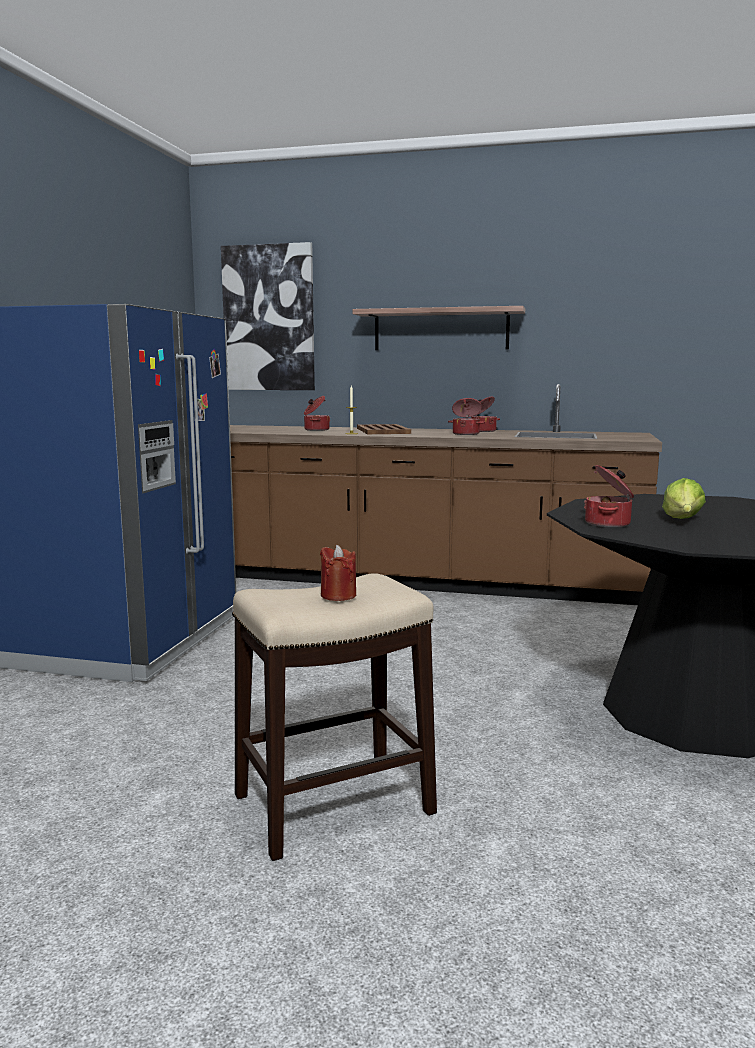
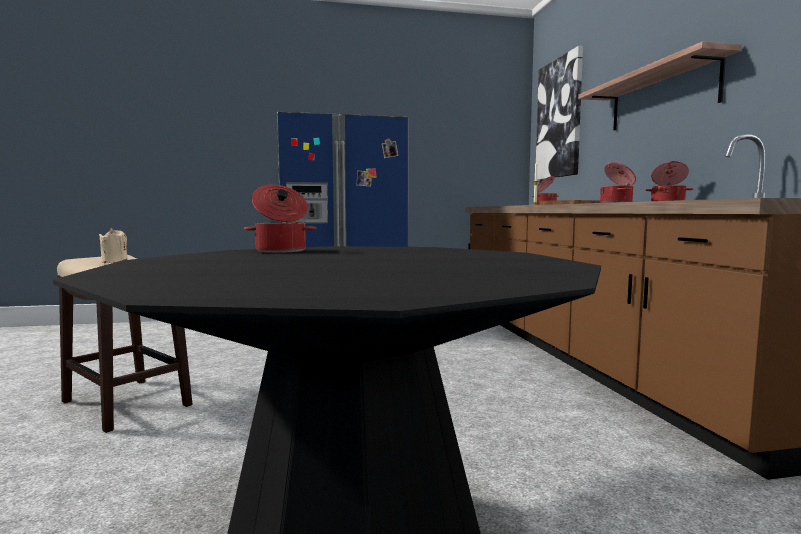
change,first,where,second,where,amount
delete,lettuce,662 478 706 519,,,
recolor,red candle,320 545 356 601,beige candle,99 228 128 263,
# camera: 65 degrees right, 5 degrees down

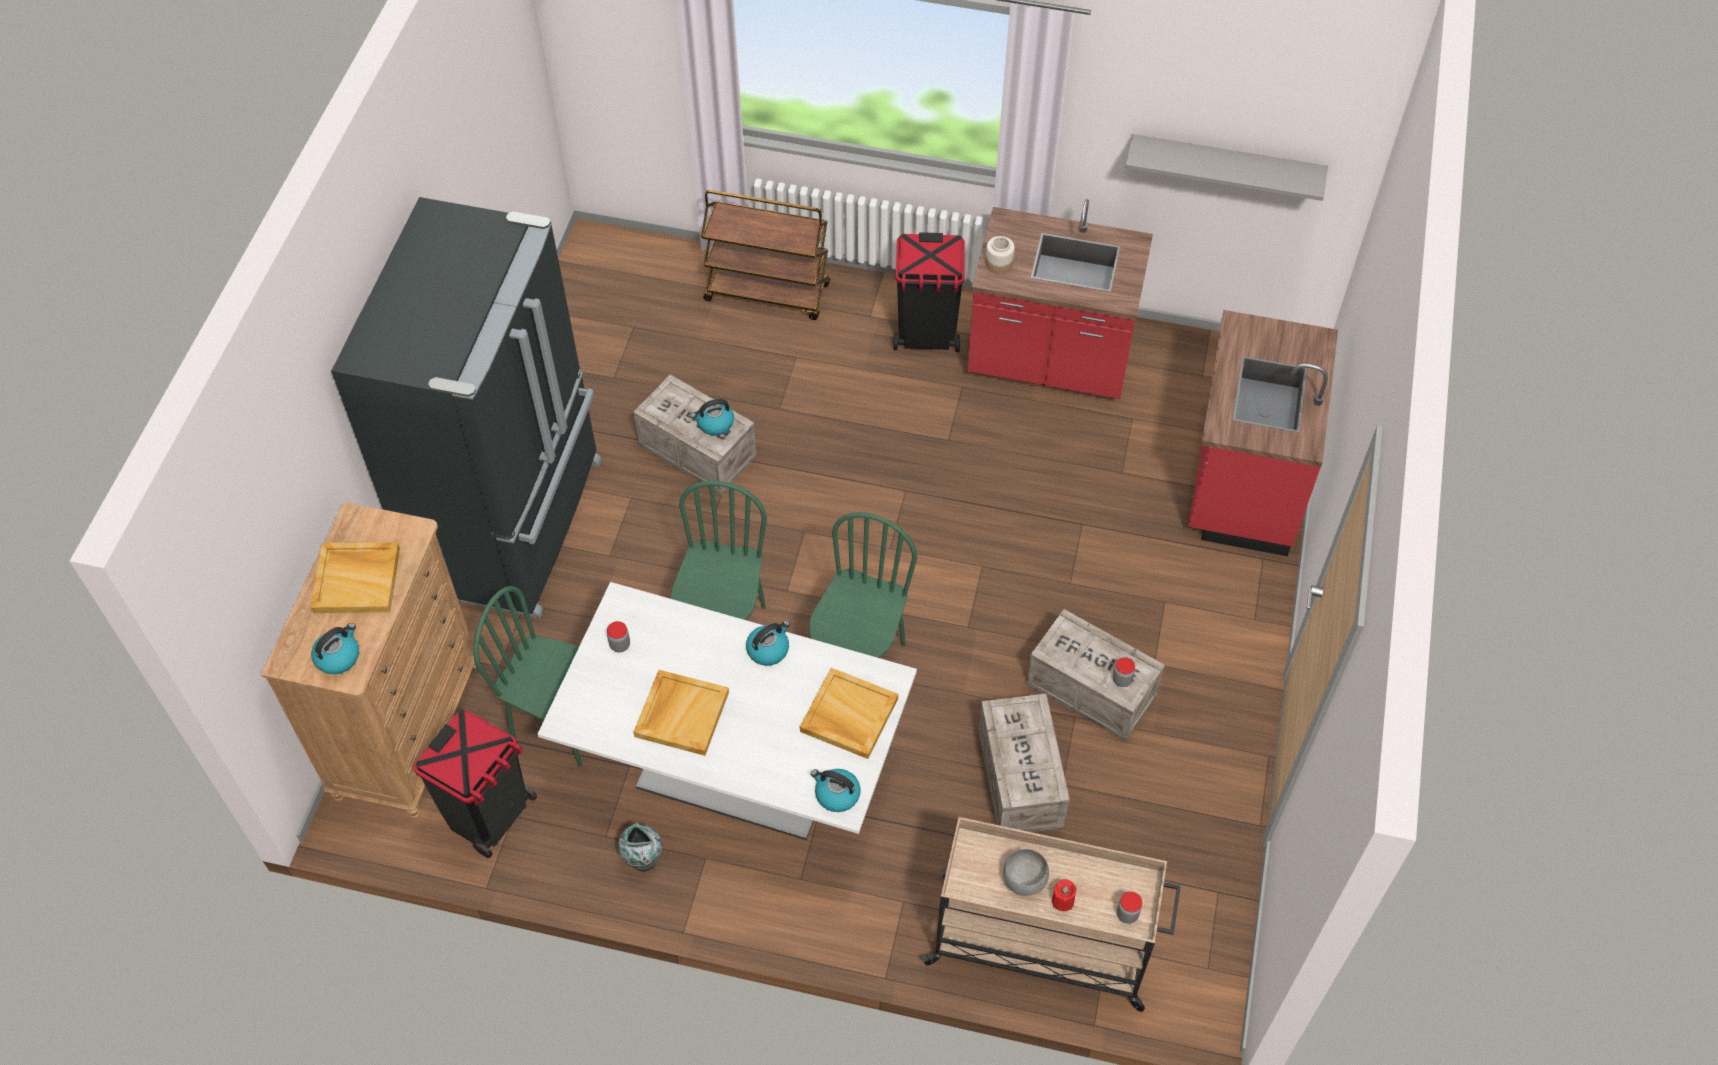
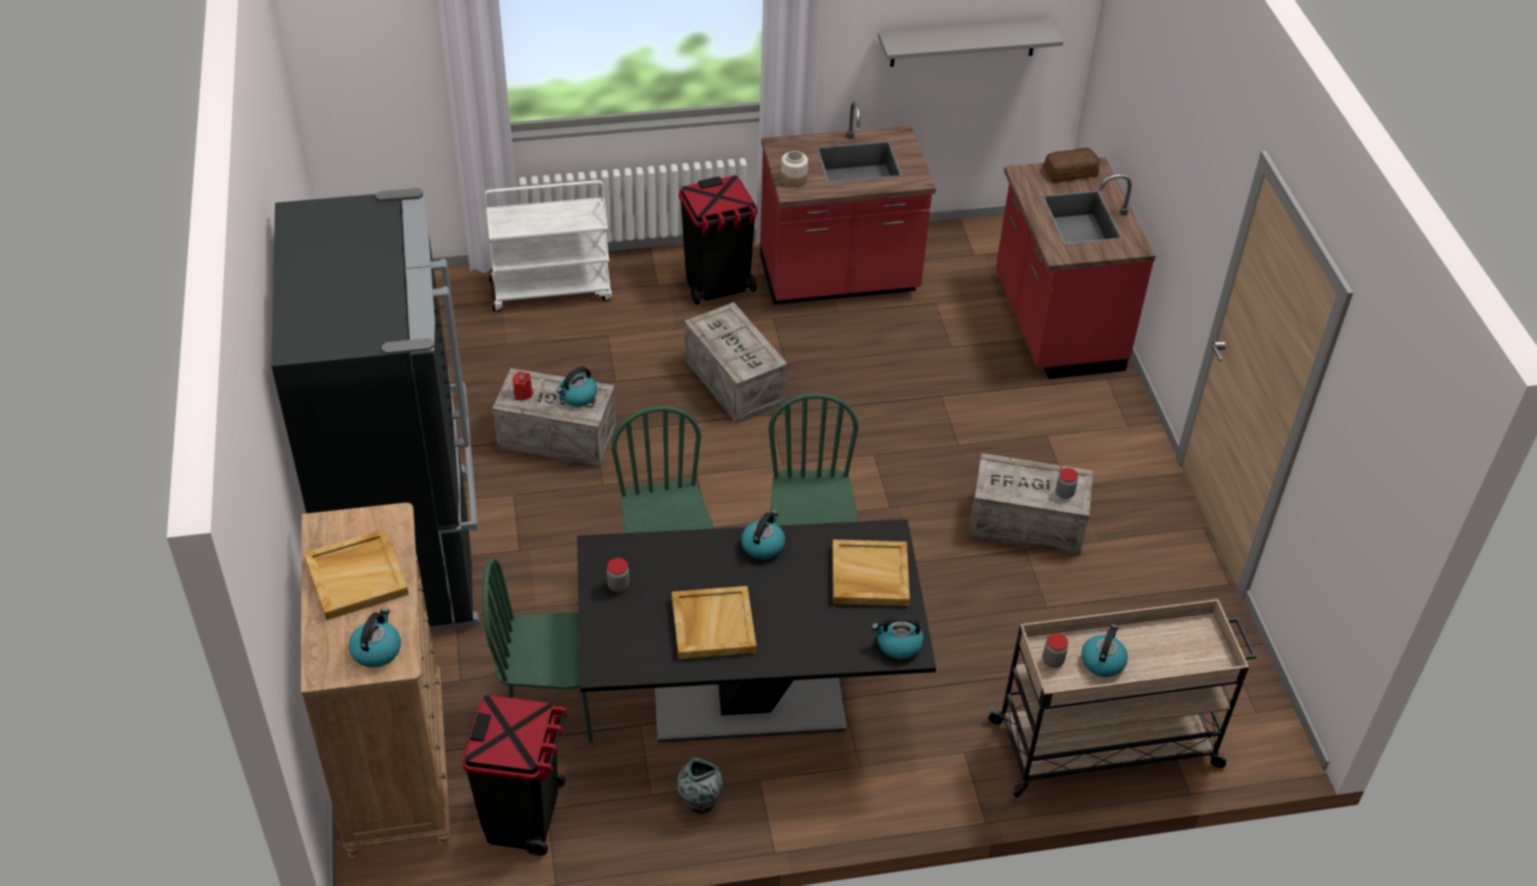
change,first,where,second,where,amount
recolor,brown cart,701 190 830 320,white cart,485 180 612 312,
recolor,white dining table,537 582 917 840,black dining table,577 519 936 743,
move,crate,978 693 1070 832,,684 302 788 424,
replace,grey bowl,1003 849 1049 896,kettle,1081 624 1128 677,
move,red candle,1052 879 1077 911,,513 372 533 400,
move,jar,1117 892 1142 924,,1043 633 1068 668,
insert,,,bread,1043 148 1099 183,
# camera: 25 degrees left, 10 degrees down

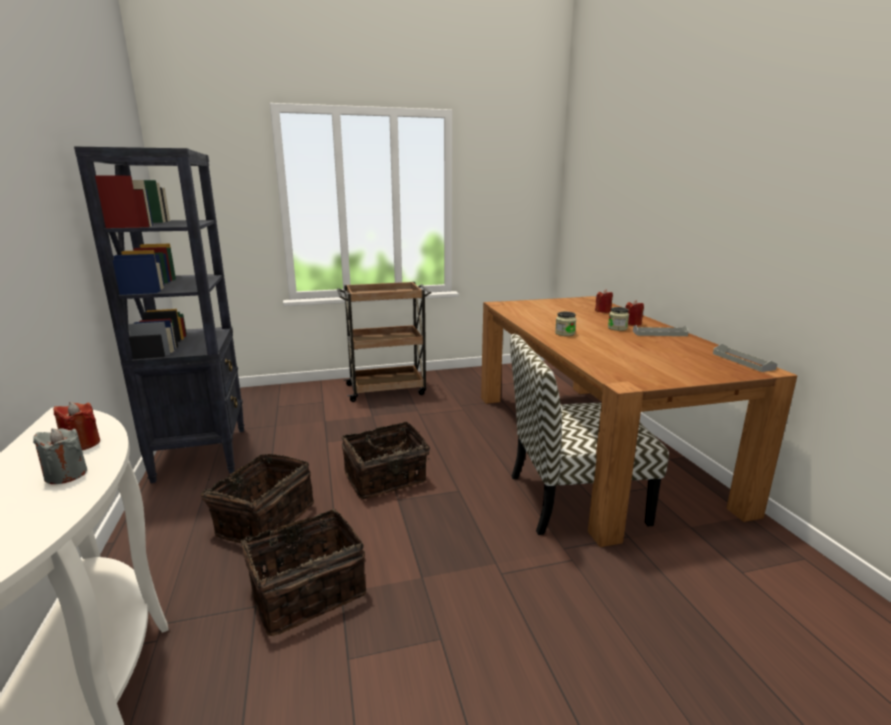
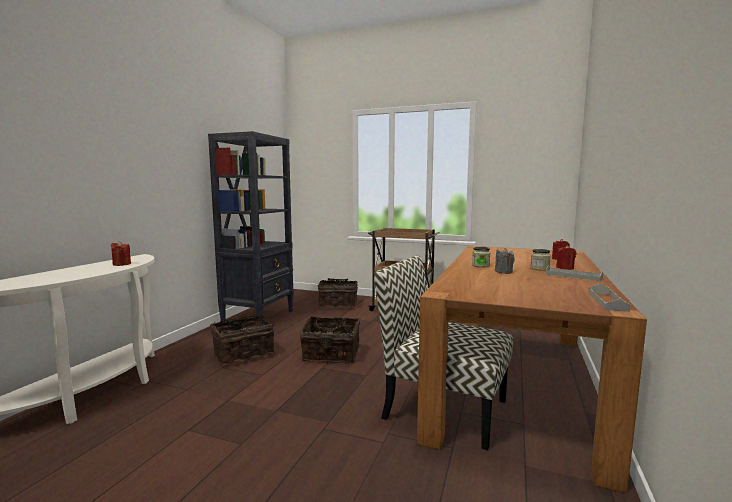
change,first,where,second,where,amount
move,grey candle,33 428 87 484,,495 248 515 274,
move,basket,241 509 366 636,,318 278 358 308,
# camera: 35 degrees right, 10 degrees down

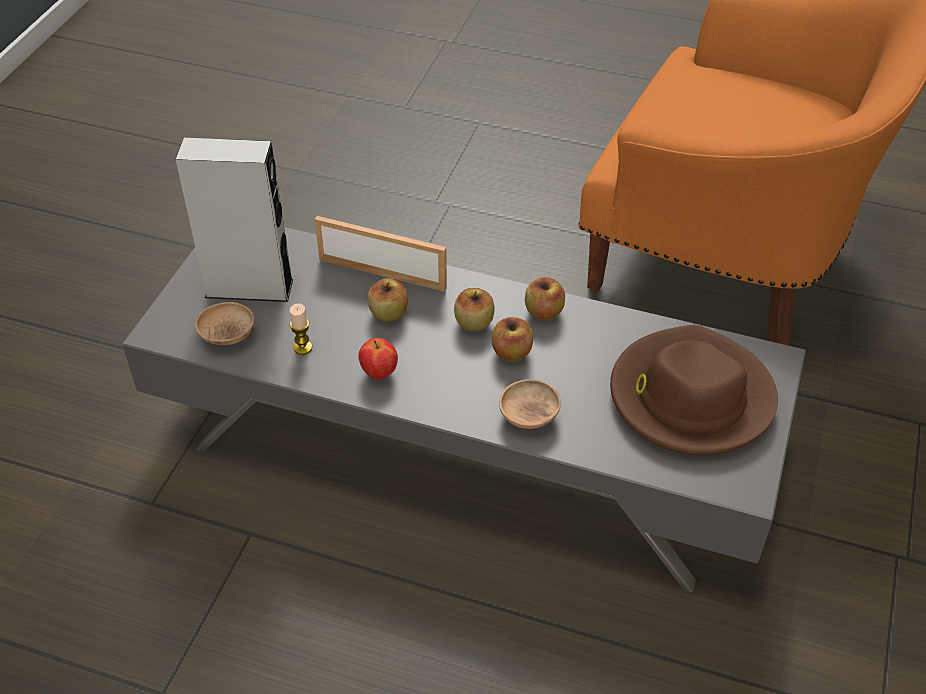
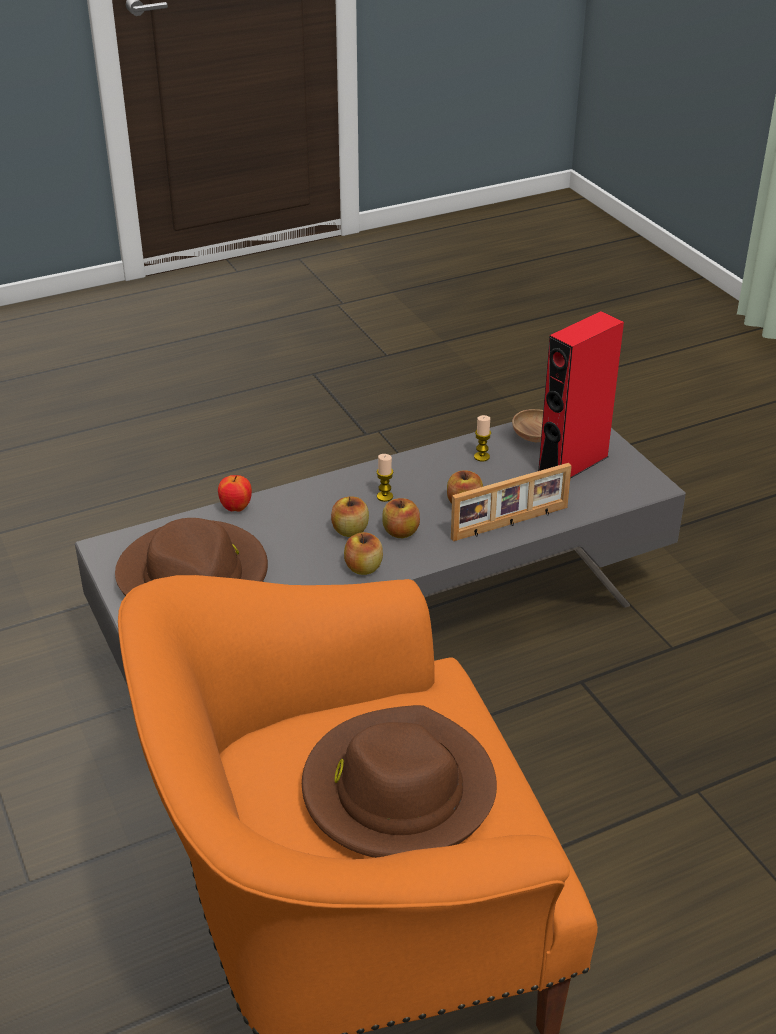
change,first,where,second,where,amount
recolor,grey speaker,176 138 293 302,red speaker,538 311 624 479,
move,apple,359 338 398 380,,218 475 252 512,
delete,brown bowl,499 379 561 429,,,
insert,,,candle,376 454 393 502,
insert,,,brown hat,302 705 497 858,
# camera: 135 degrees right, 10 degrees down

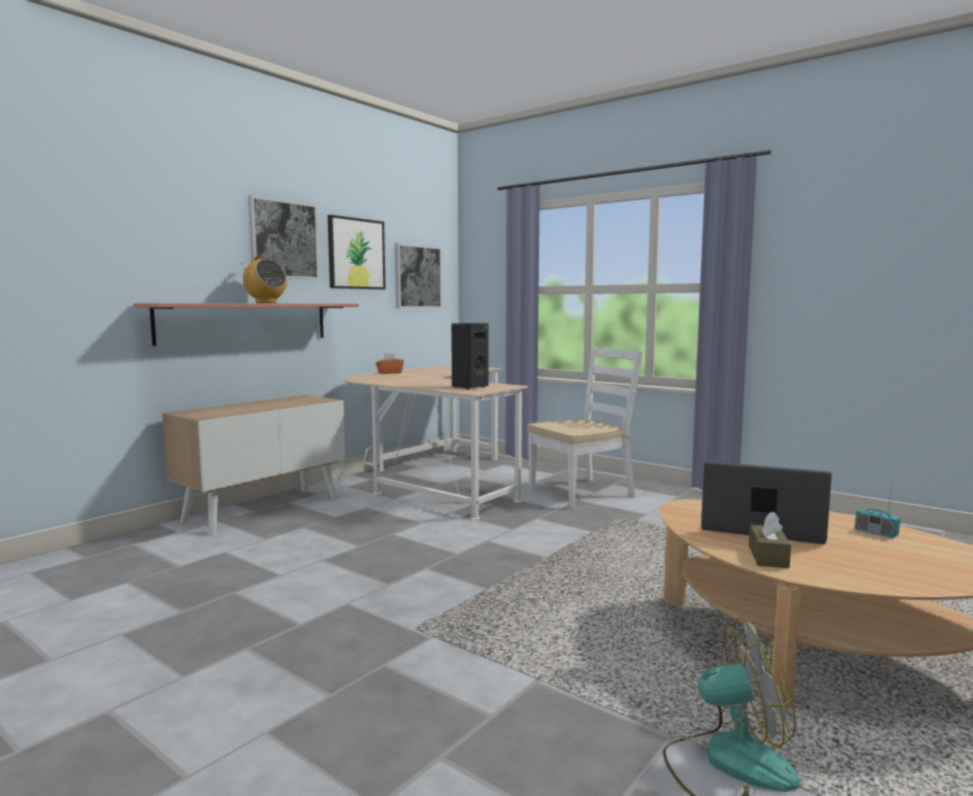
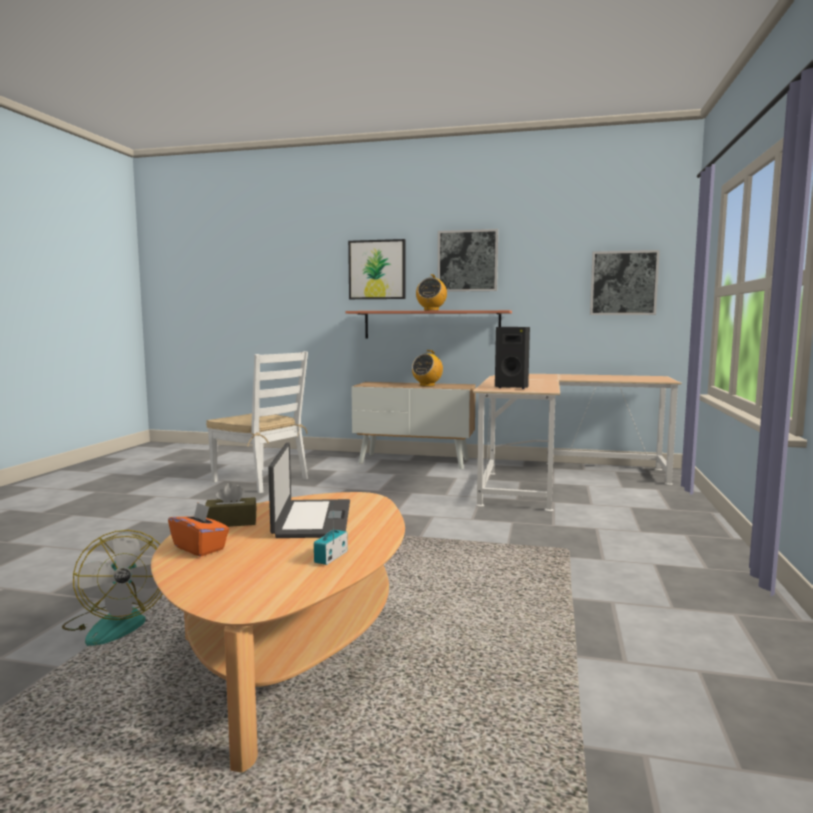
change,first,where,second,where,amount
move,picture,328 215 386 289,,348 239 405 299,
move,white chair,527 347 643 508,,206 351 308 493,
move,orange tissue box,376 353 404 374,,168 502 230 557,
insert,,,radio,412 350 443 387,
# camera: 65 degrees right, 0 degrees up

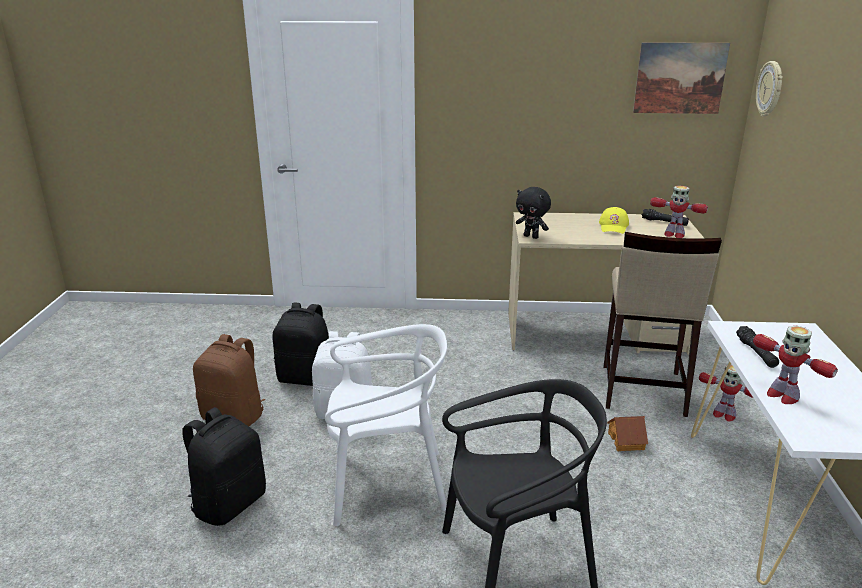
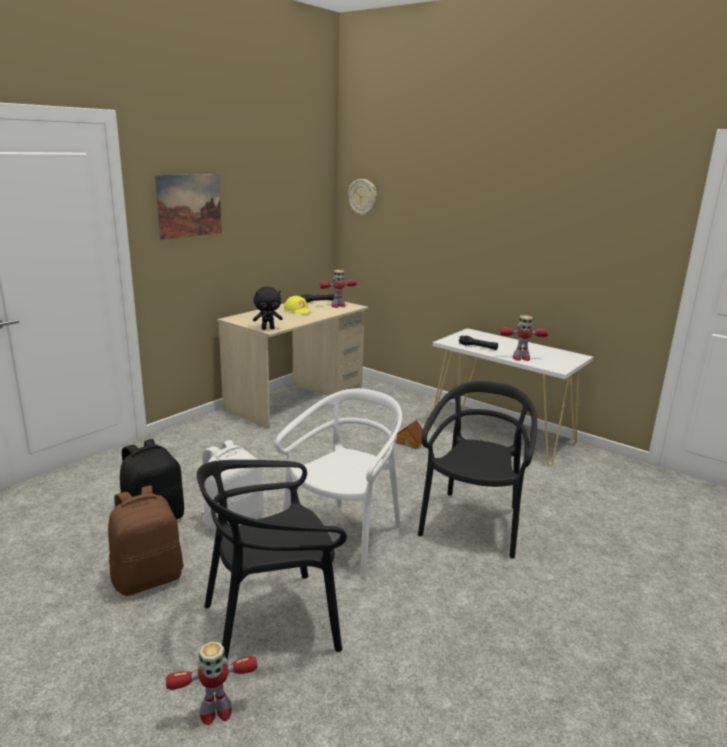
change,first,where,second,where,amount
move,picture,633 42 730 114,,155 174 222 240,
delete,beige stool,604 232 722 417,,,
move,toy robot,699 364 753 421,,166 641 257 725,
replace,black backpack,182 407 266 526,black chair,197 460 347 660,
# camera: 55 degrees left, 5 degrees down

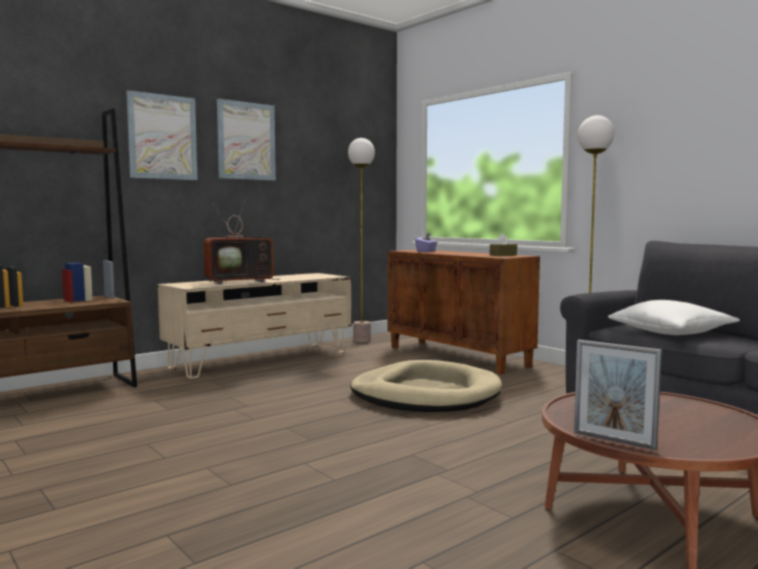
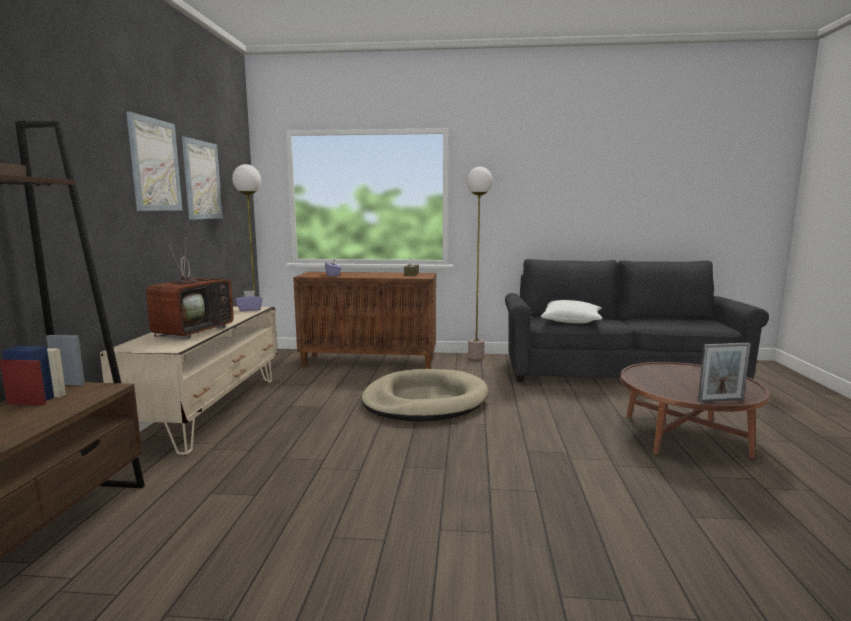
change,first,where,second,where,amount
move,picture,126 90 198 180,,182 137 223 220,
insert,,,purple tissue box,236 290 263 311,
# camera: 45 degrees left, 5 degrees up

